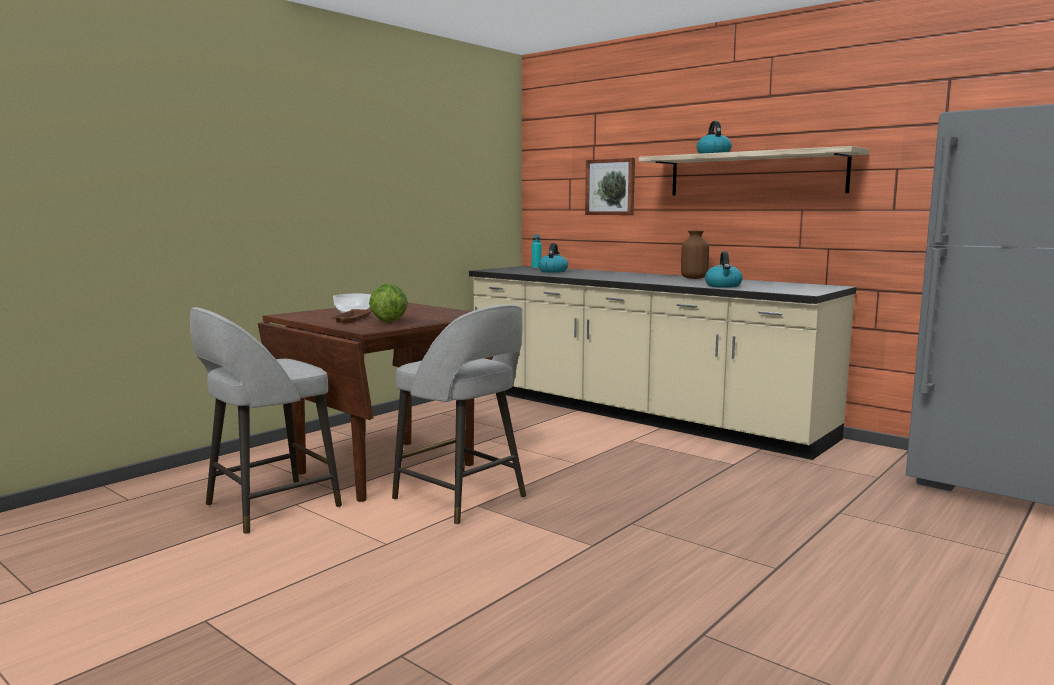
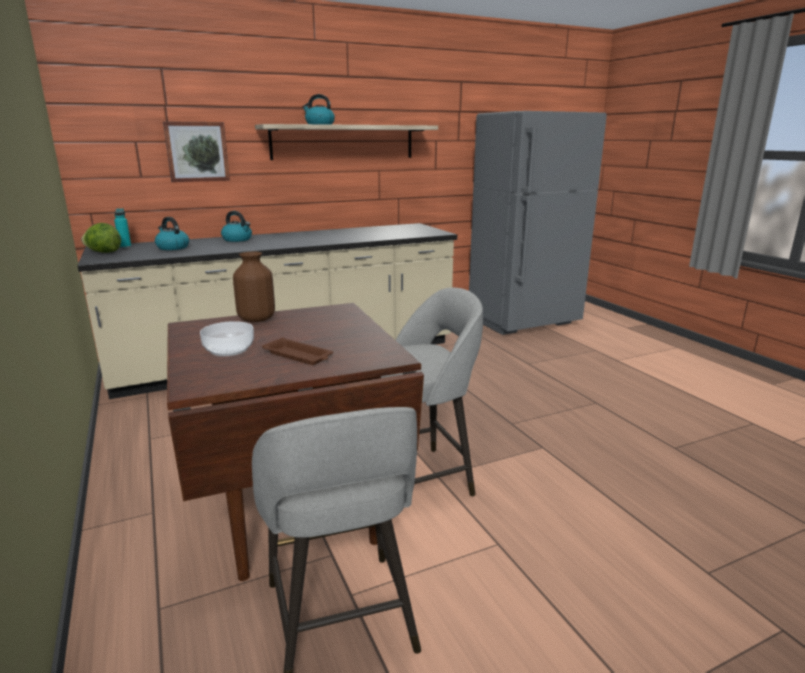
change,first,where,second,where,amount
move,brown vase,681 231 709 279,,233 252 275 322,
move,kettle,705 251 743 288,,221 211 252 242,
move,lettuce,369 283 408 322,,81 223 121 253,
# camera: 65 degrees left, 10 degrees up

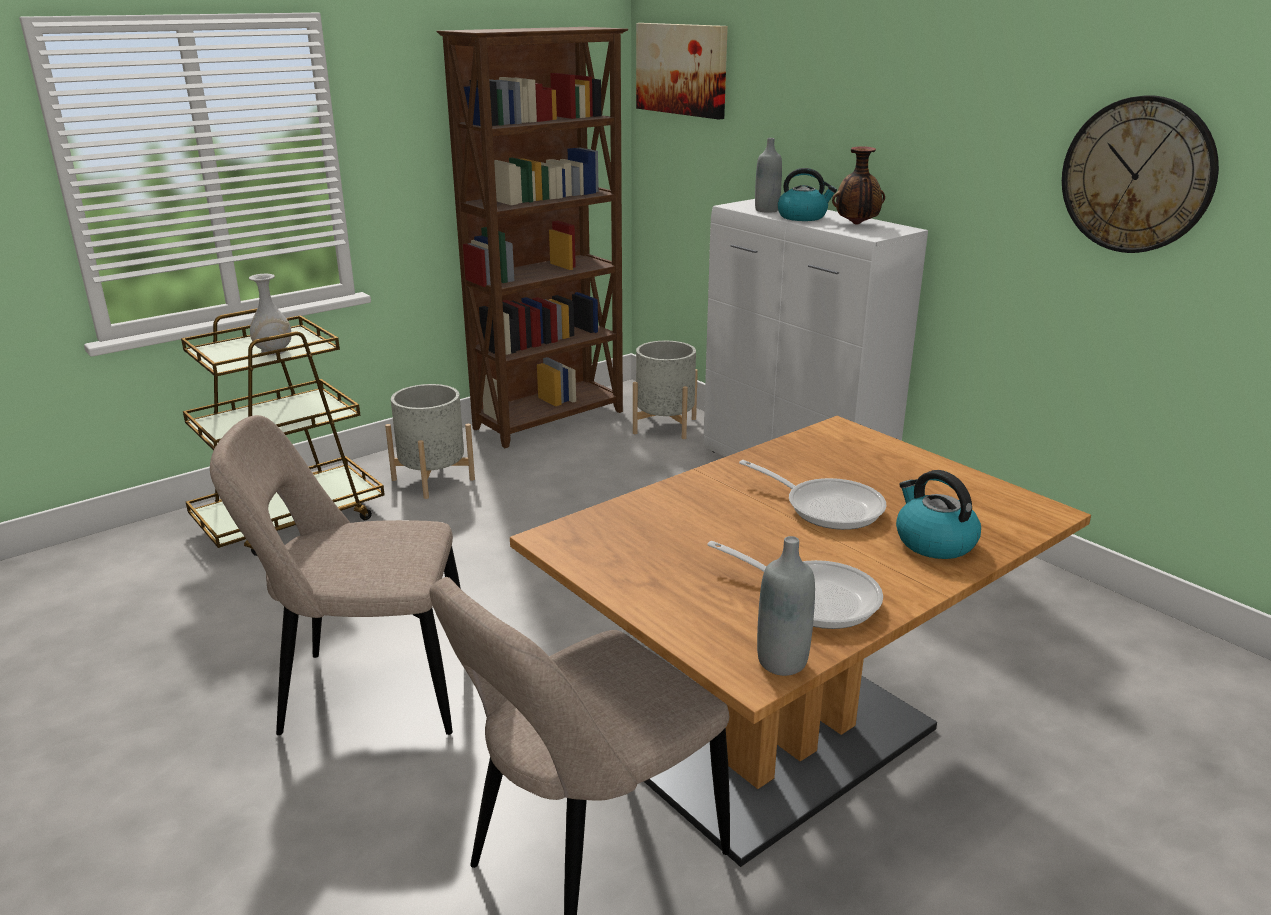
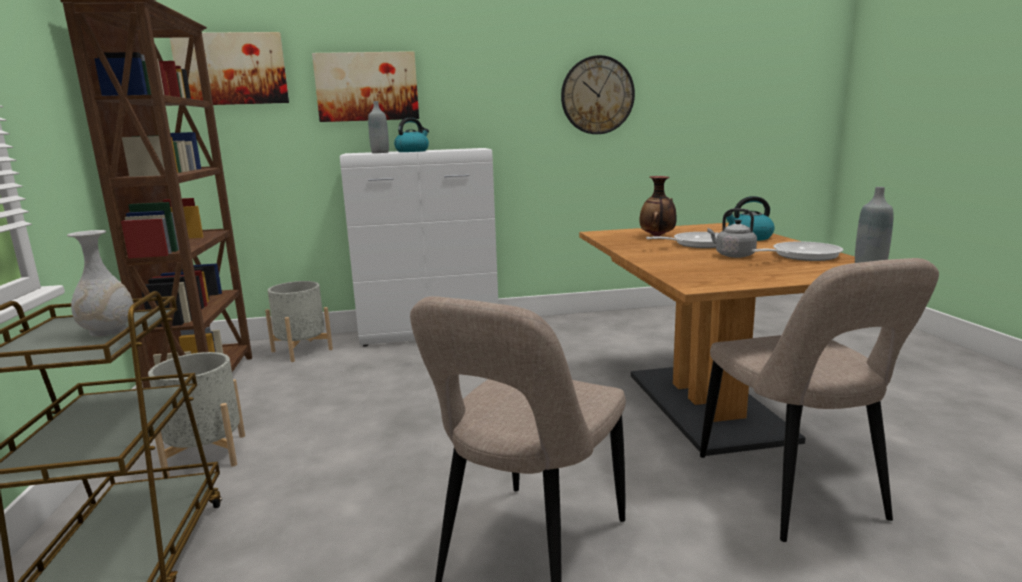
change,first,where,second,where,amount
move,vase,832 146 885 225,,639 176 676 237,
insert,,,picture,312 51 419 122,
insert,,,grey kettle,707 208 757 258,
# camera: 60 degrees left, 10 degrees down

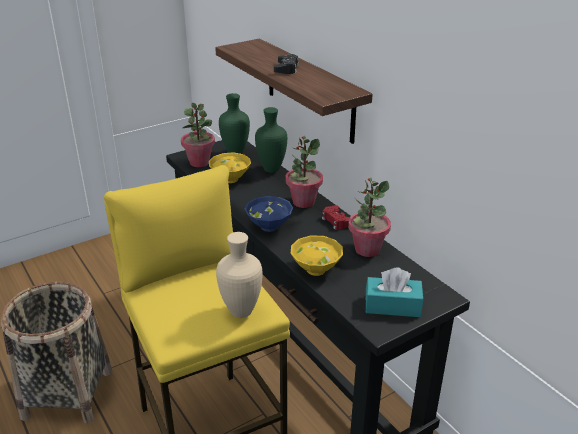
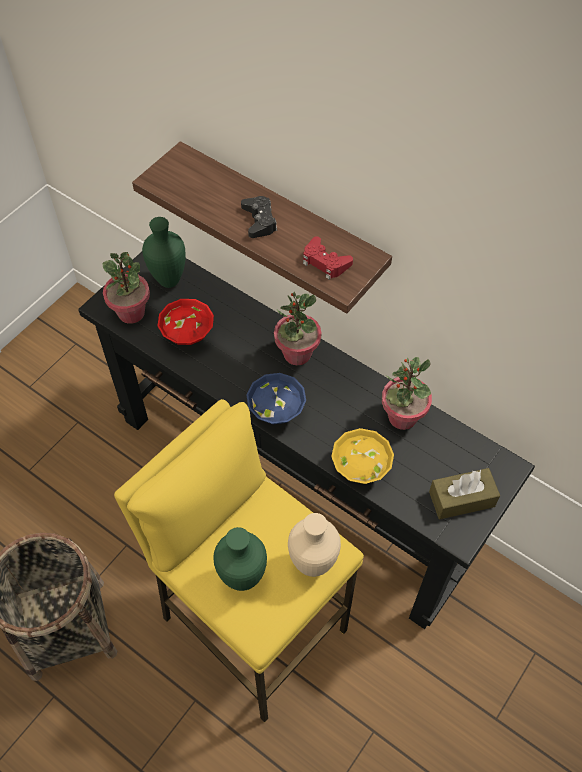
change,first,where,second,where,amount
move,green vase,255 107 287 173,,213 527 267 591,
recolor,yellow bowl,209 152 251 183,red bowl,157 299 214 345,
move,red game controller,322 205 350 230,,303 236 353 280,
recolor,turquoise tissue box,366 268 423 317,brown tissue box,429 468 500 519,
# camera: 20 degrees left, 25 degrees up

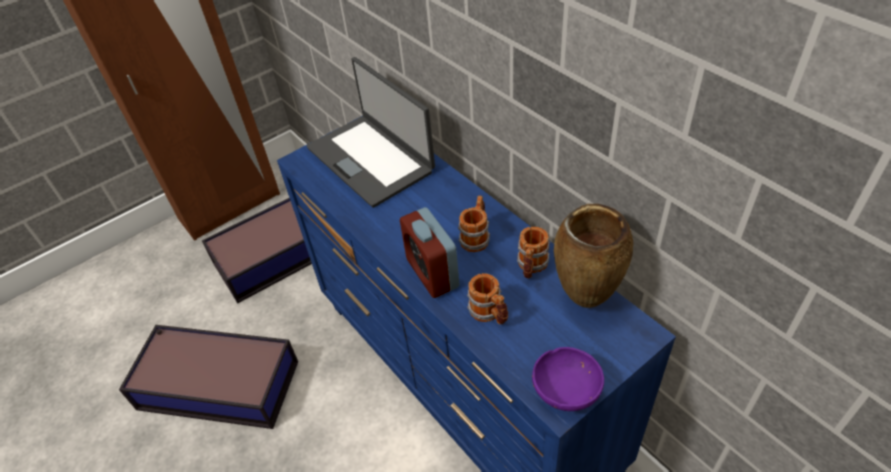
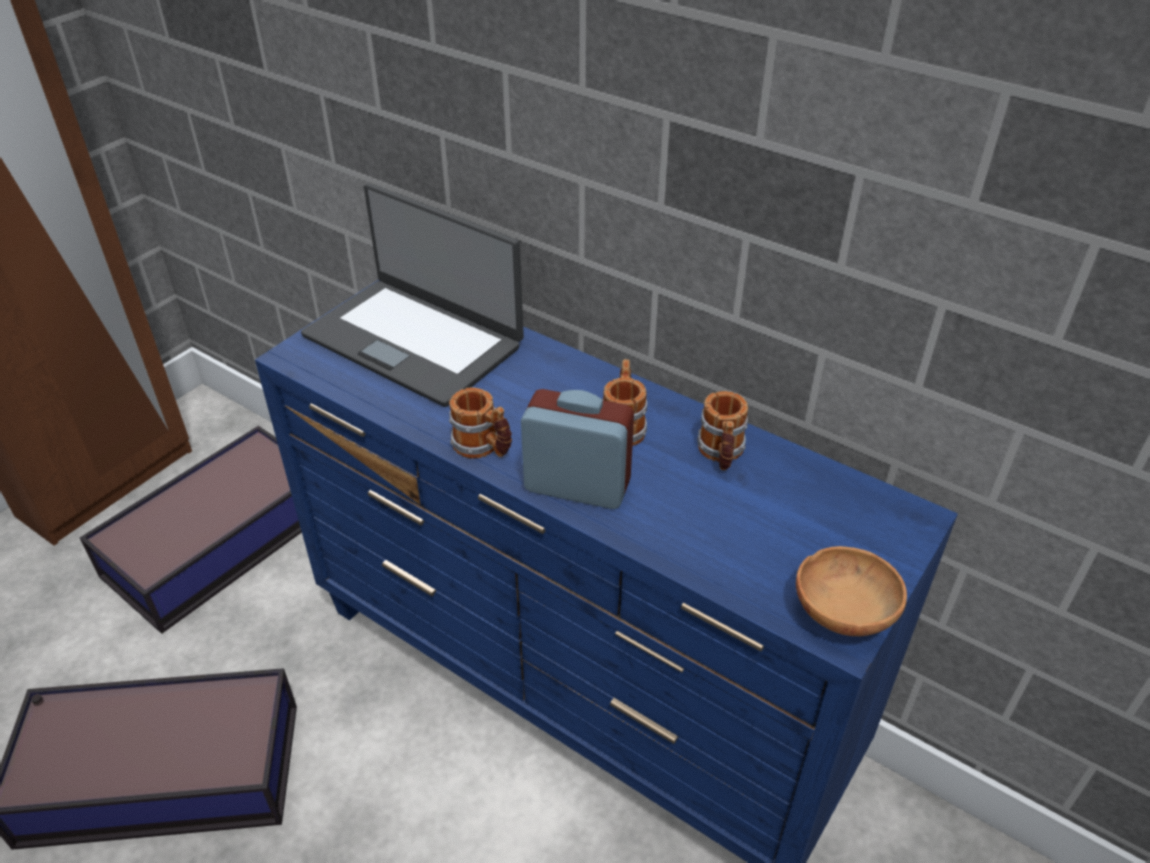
change,first,where,second,where,amount
delete,brown vase,554 204 633 308,,,
rotate,alarm clock,400 207 460 298,,521 389 634 509,150 degrees clockwise
move,mug,467 273 508 325,,449 388 512 459,
recolor,purple bowl,532 347 604 411,brown bowl,796 546 907 636,
# camera: 20 degrees left, 5 degrees down

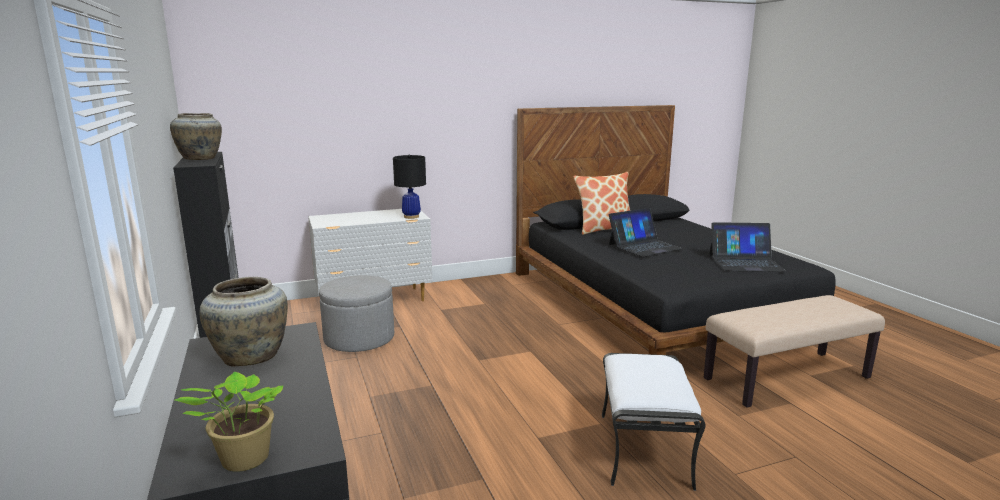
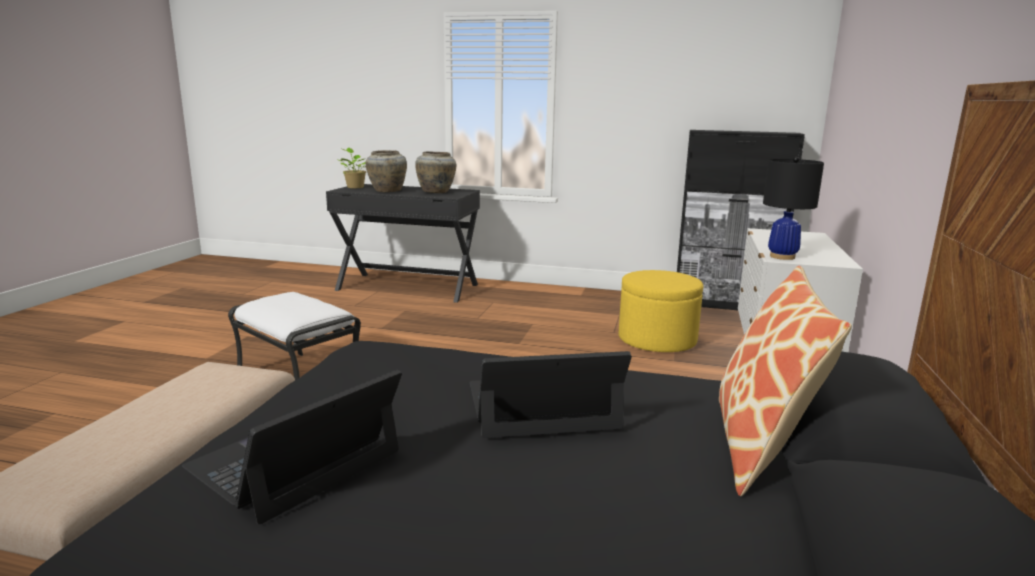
change,first,where,second,where,amount
move,beige vase,170 113 222 160,,366 150 407 192,
rotate,laptop,609 208 683 257,,469 351 632 438,75 degrees clockwise
recolor,grey ottoman,319 275 394 352,yellow ottoman,619 270 703 352,
# camera: 125 degrees right, 0 degrees up

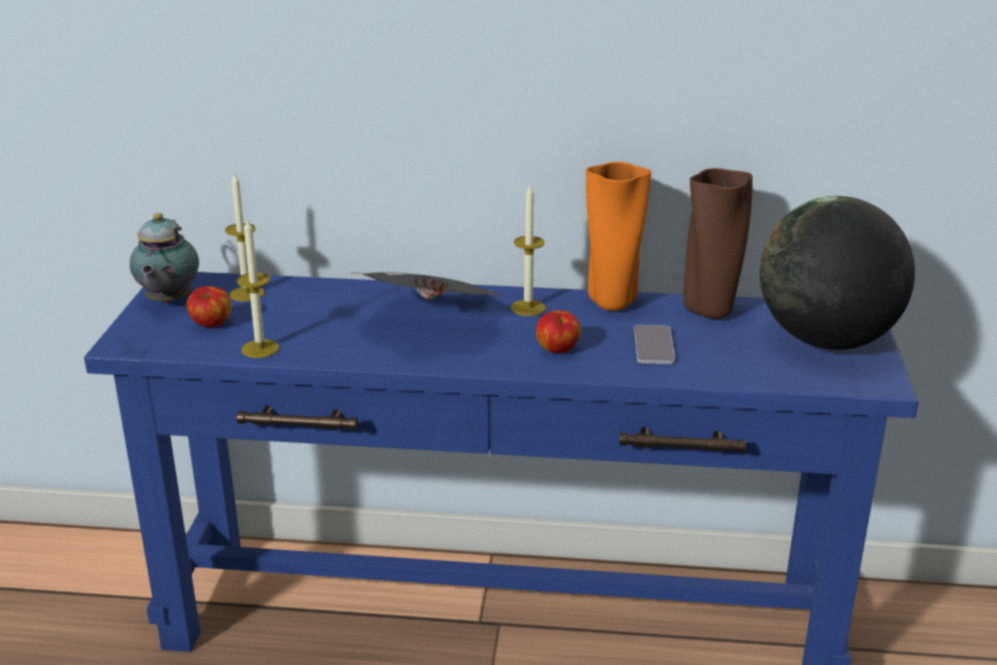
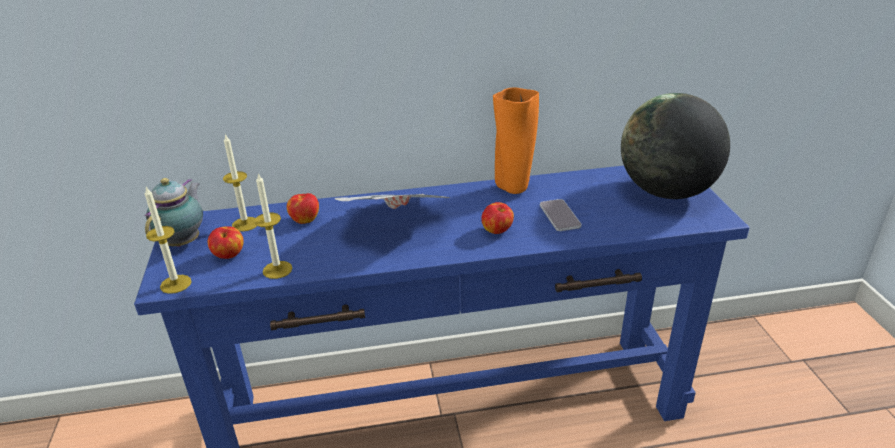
change,first,where,second,where,amount
delete,brown vase,683 168 753 319,,,
move,candle,511 185 546 316,,145 187 192 294,
rotate,teapot,130 213 199 304,,144 178 203 247,150 degrees counterclockwise
insert,,,apple,287 193 319 224,
# camera: 15 degrees left, 5 degrees up

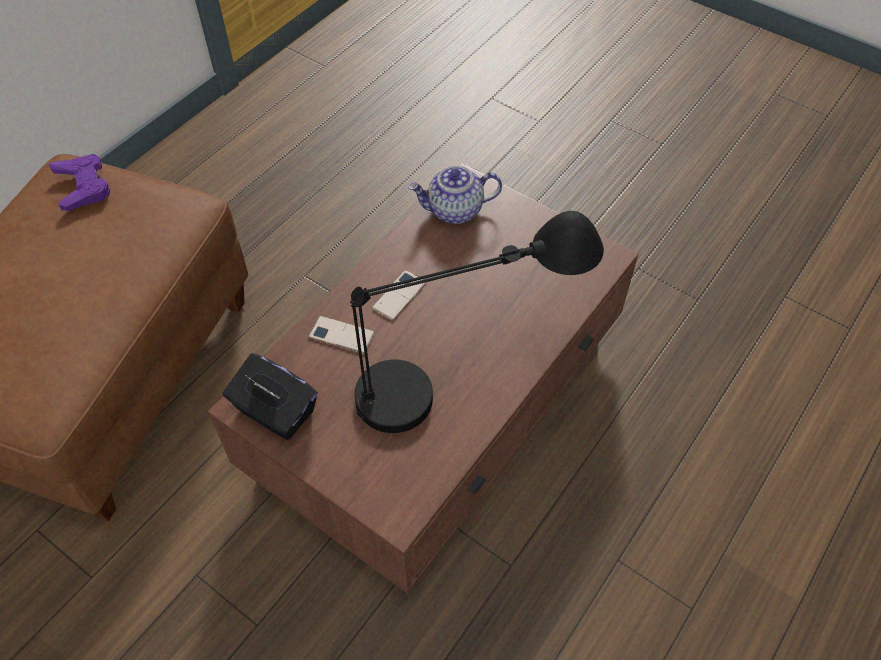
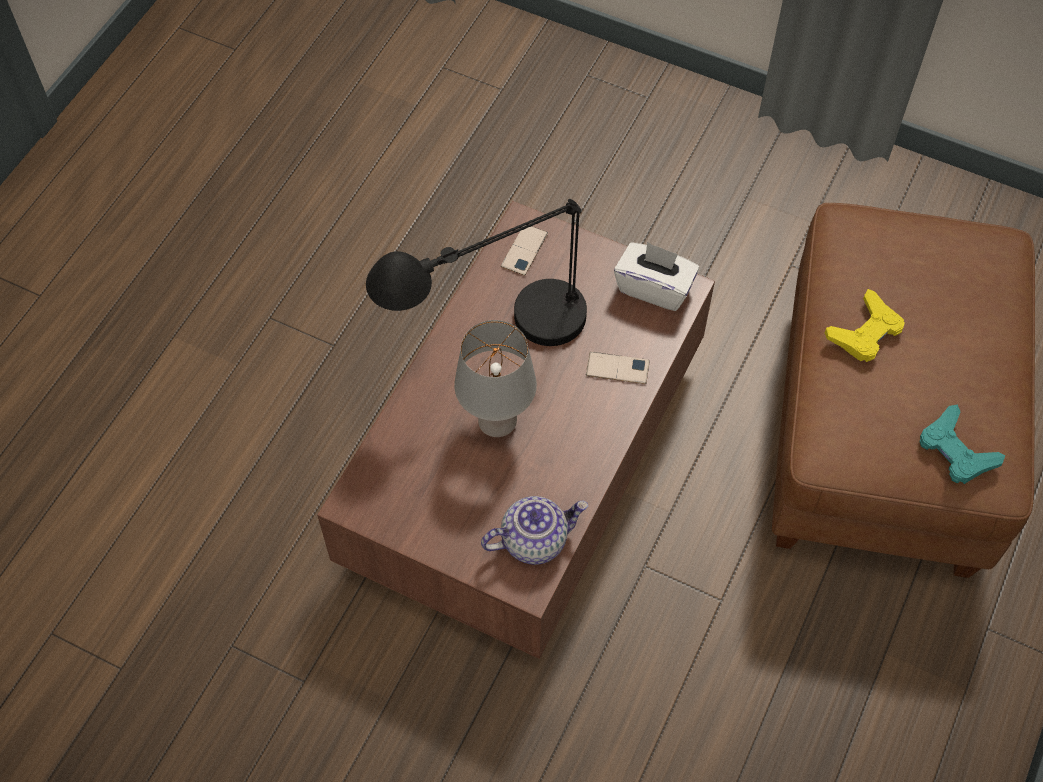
change,first,where,second,where,amount
recolor,purple game controller,48 154 110 211,turquoise game controller,920 404 1006 484,
move,phone,371 270 427 321,,501 225 548 276,
recolor,black tissue box,223 353 317 440,white tissue box,614 242 699 311,
insert,,,yellow game controller,825 289 905 362,
insert,,,grey table lamp,454 320 537 437,
# camera: 170 degrees right, 5 degrees up

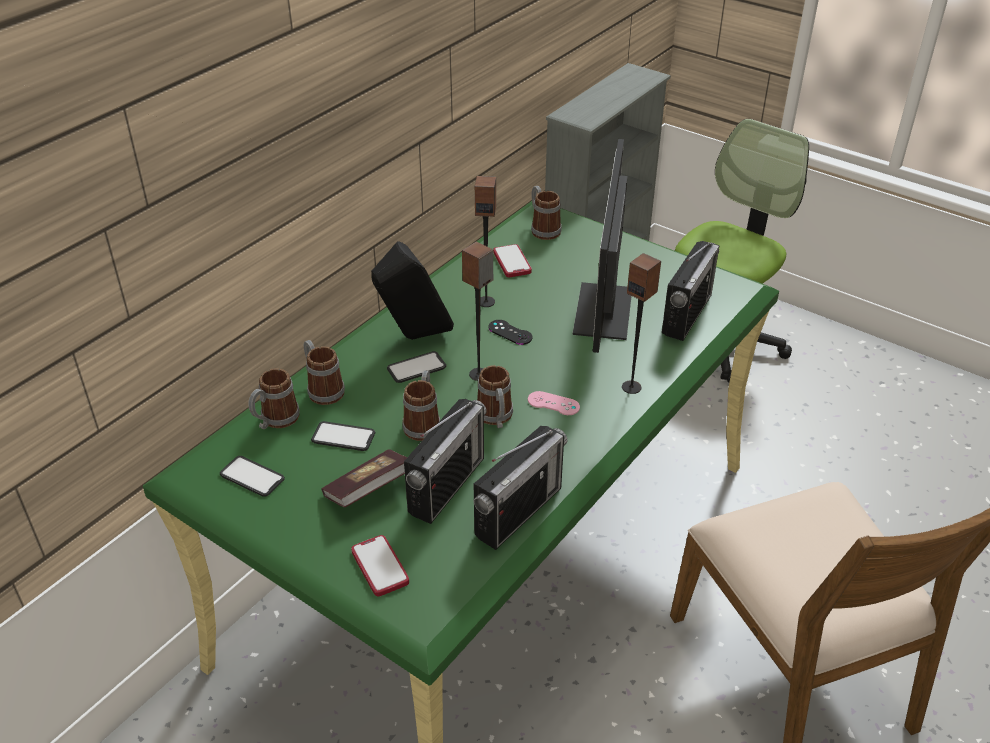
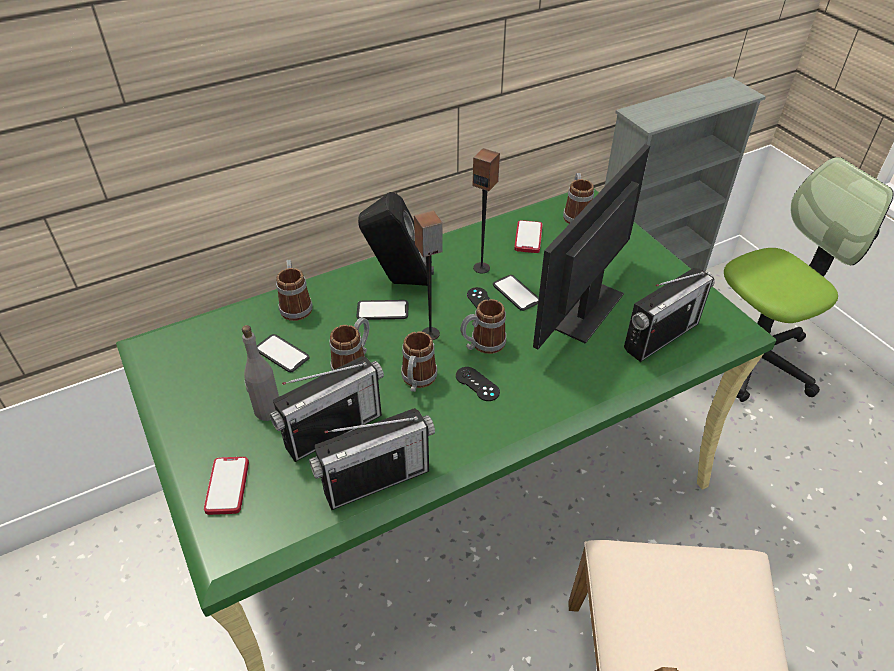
change,first,where,second,where,amount
delete,speaker,622 253 661 394,,,
move,mug,248 368 300 429,,461 299 506 354,
recolor,pink game controller,528 391 580 415,black game controller,456 367 500 401,
replace,book,321 450 407 507,grey bottle,242 325 279 421,
move,phone,220 456 285 497,,493 275 539 311,
# camera: 25 degrees right, 5 degrees up

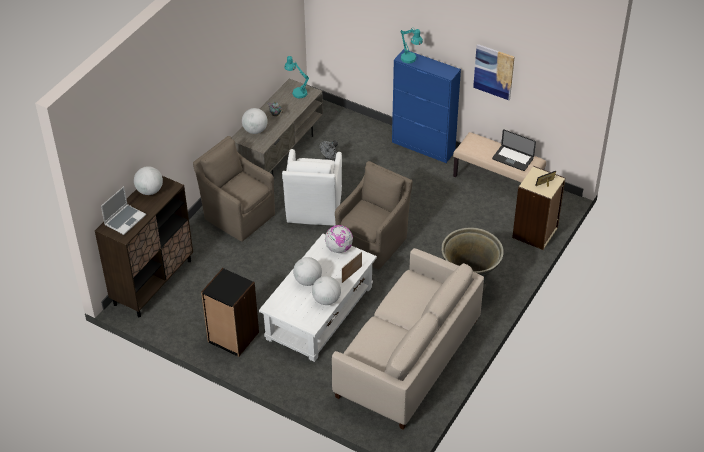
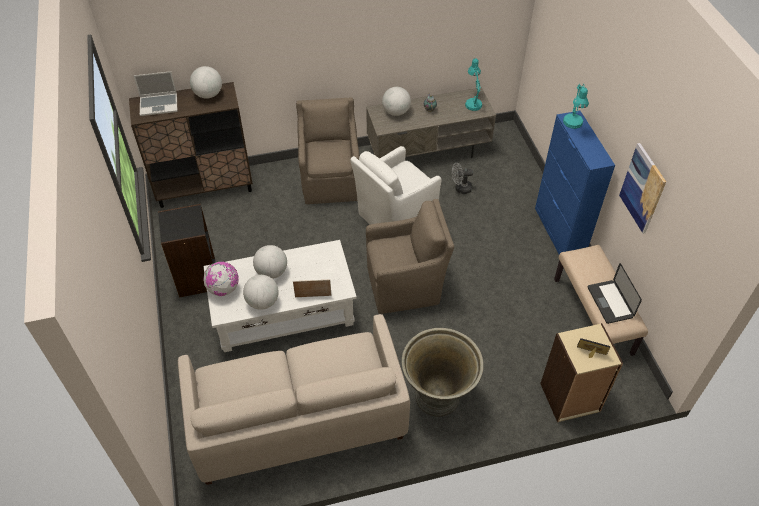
change,first,where,second,where,amount
move,globe,325 225 353 253,,203 262 239 296,
# camera: 45 degrees right, 5 degrees up

